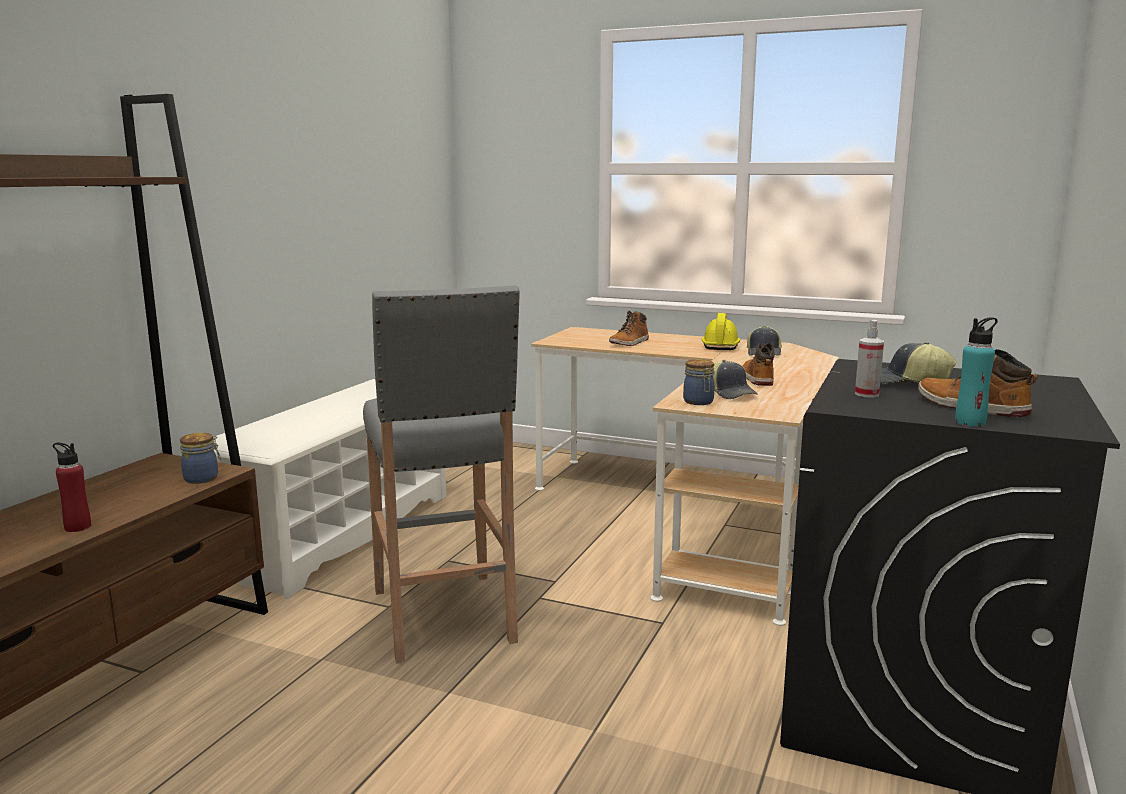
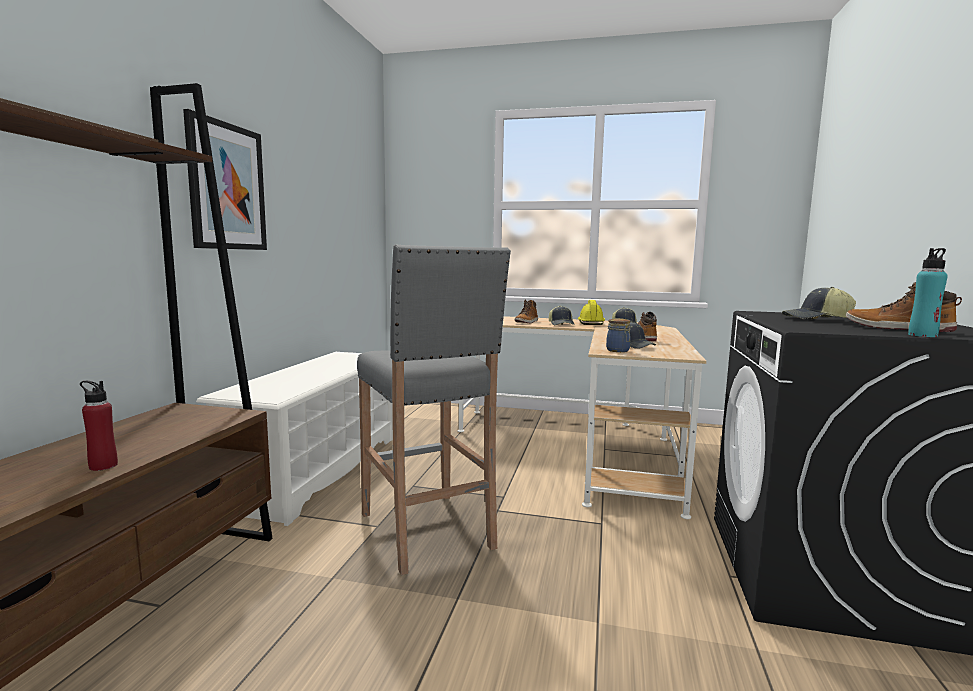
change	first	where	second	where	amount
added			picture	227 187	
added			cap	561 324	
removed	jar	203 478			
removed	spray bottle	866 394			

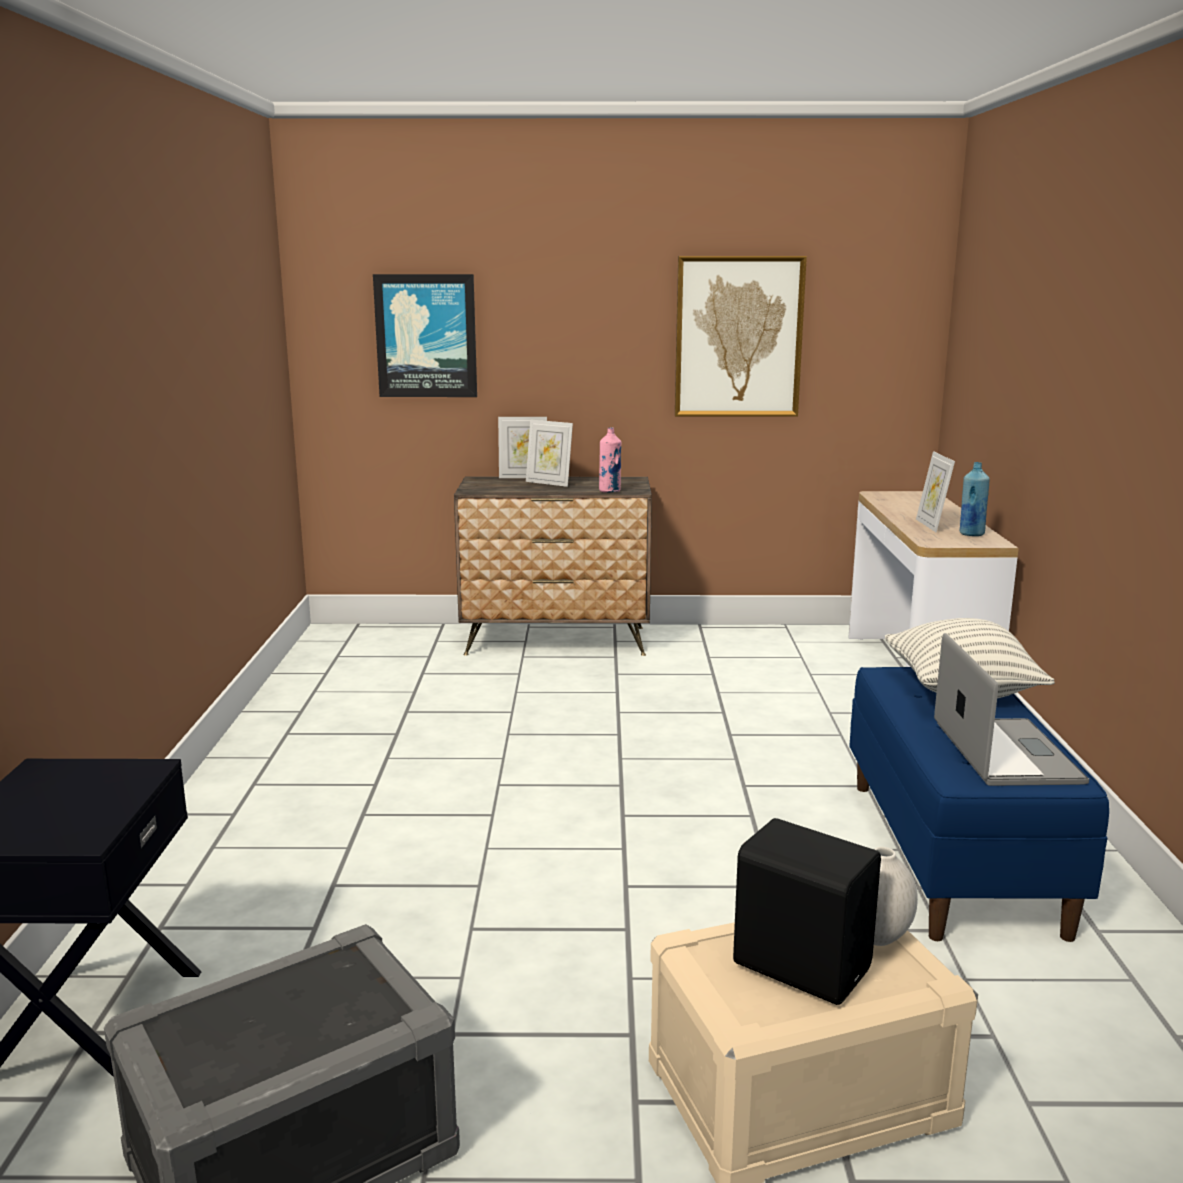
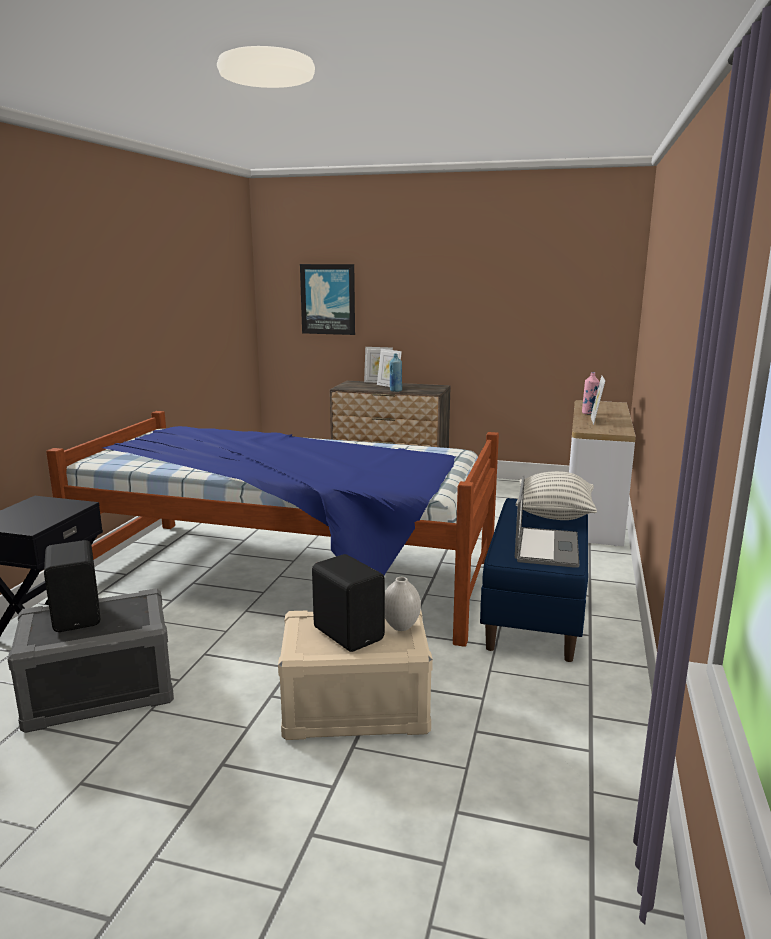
change	first	where	second	where	amount
added			speaker in black	79 615	
added			bed	288 576	
moved	bottle in blue	971 534		395 390	
moved	bottle in pink	610 491		589 413	
removed	picture	738 337			

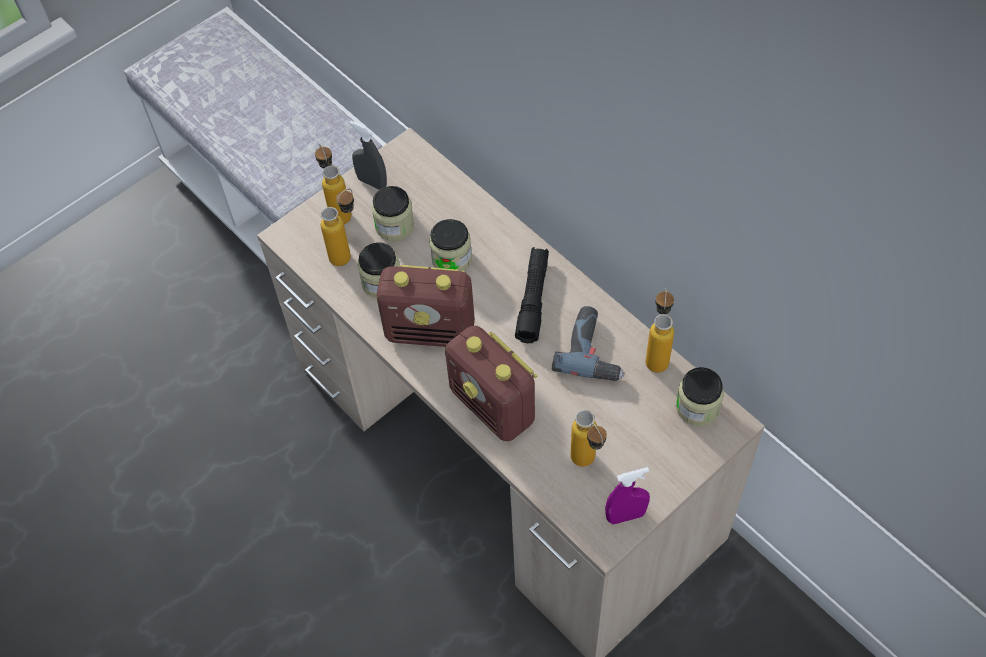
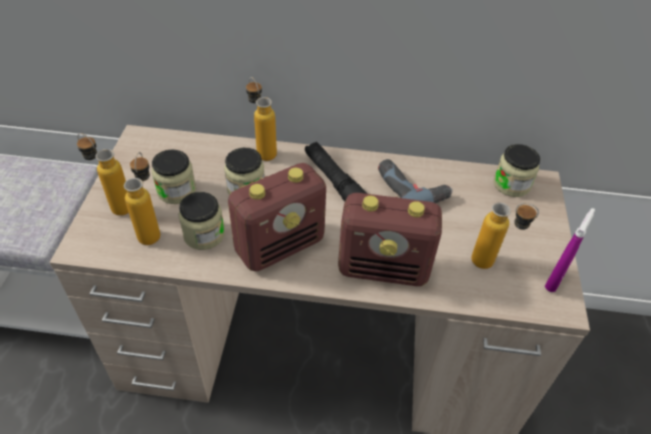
change	first	where	second	where	amount
moved	bottle	657 354		262 150	
removed	spray bottle in grey	372 182			

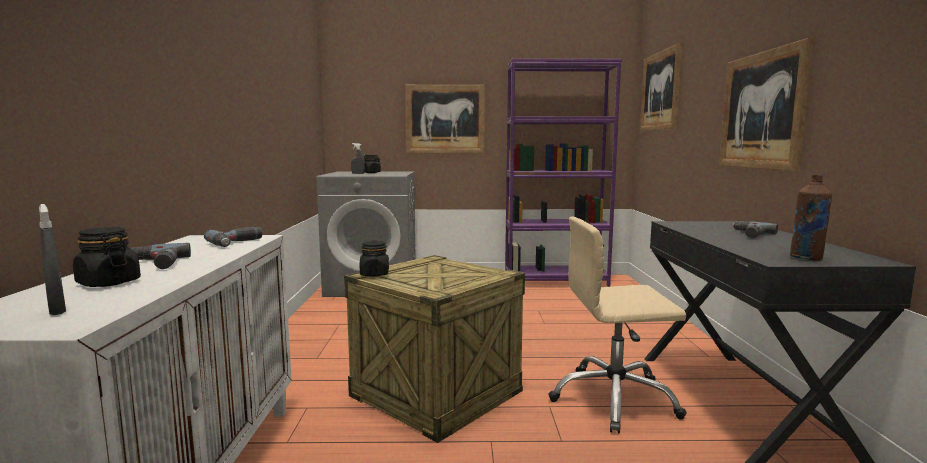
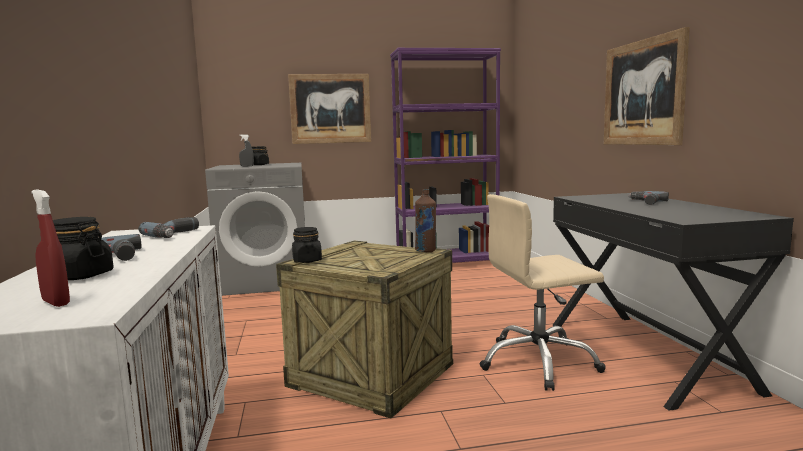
change	first	where	second	where	amount
recoloured	spray bottle in grey	57 310	spray bottle in red	56 302	
moved	bottle in brown	806 258		426 251	
removed	picture	660 91			

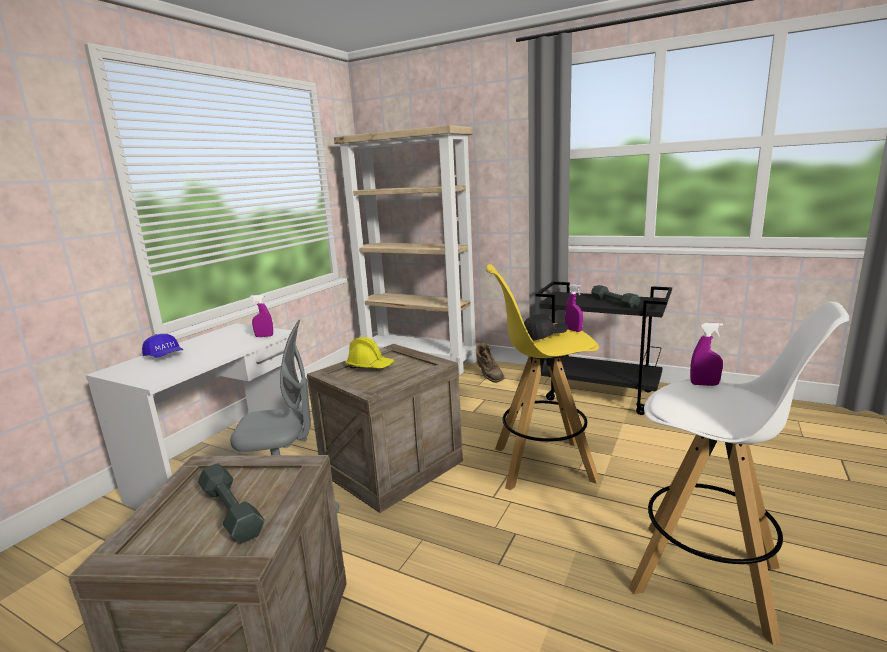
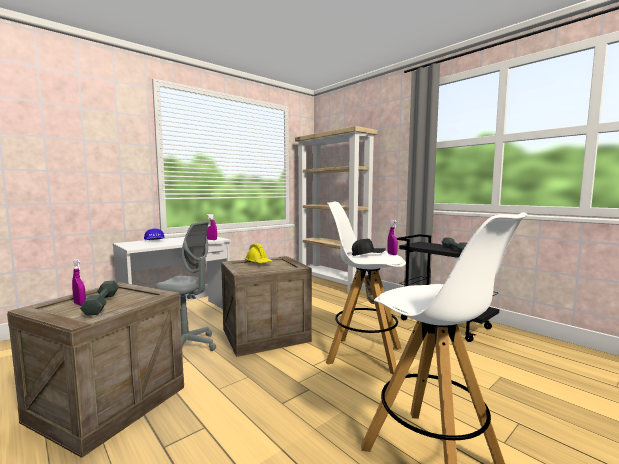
change	first	where	second	where	amount
moved	spray bottle in purple	704 384		80 304	
recoloured	stool in yellow	542 464	stool in white	363 355	

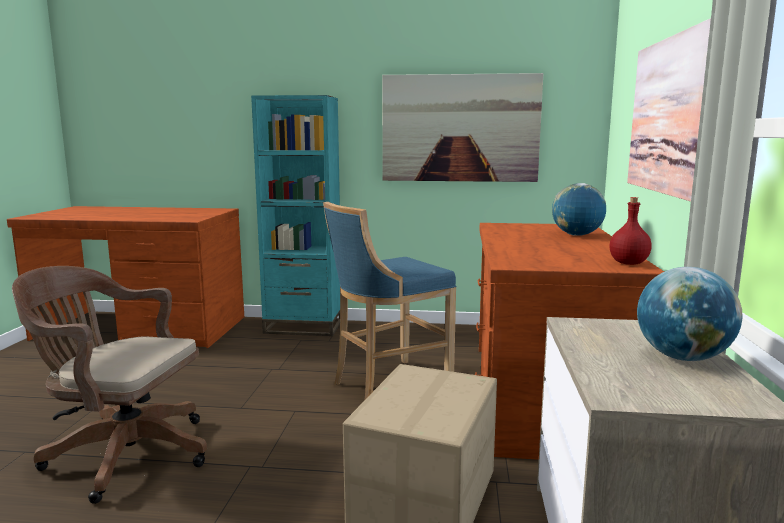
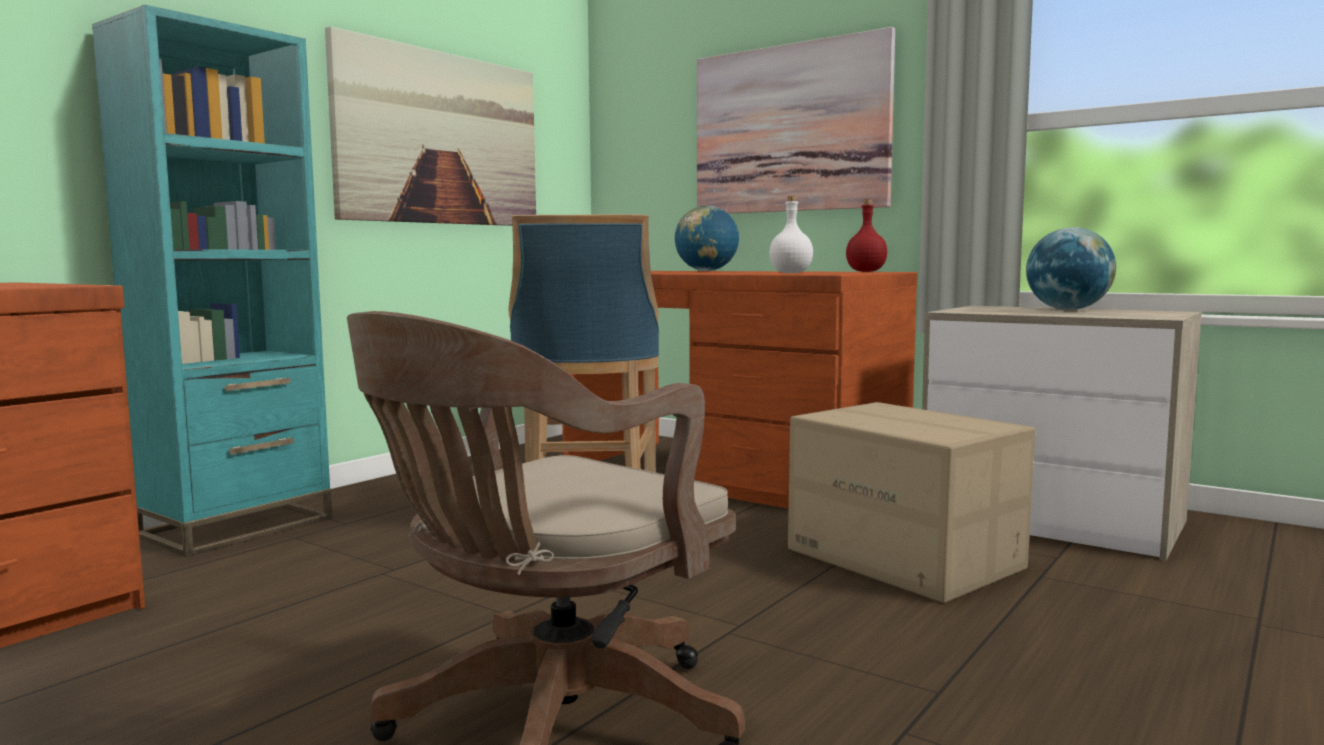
change	first	where	second	where	amount
added			bottle in white	791 273	

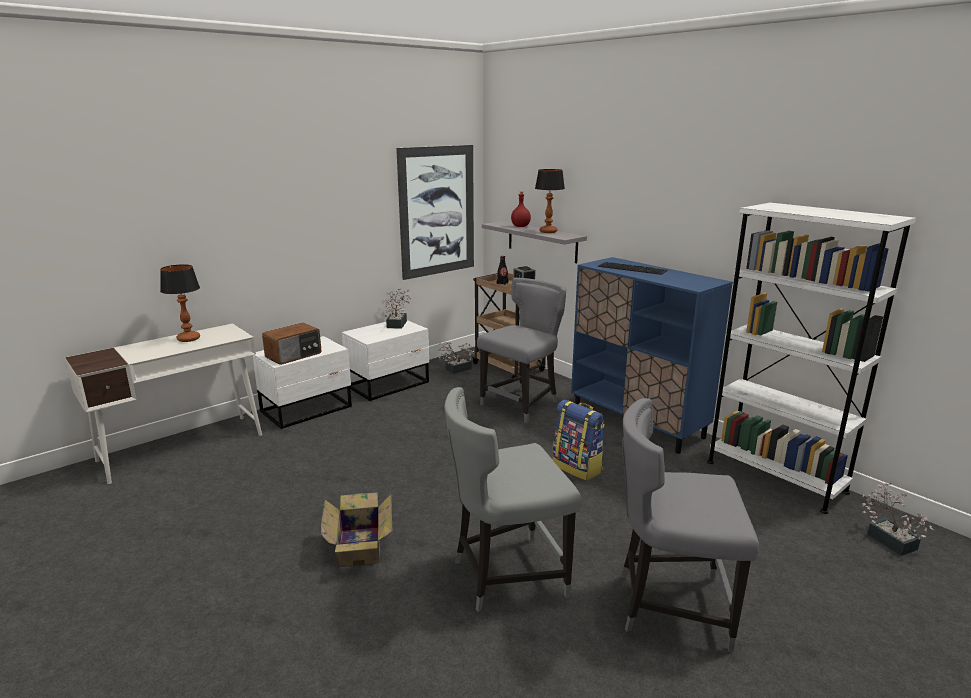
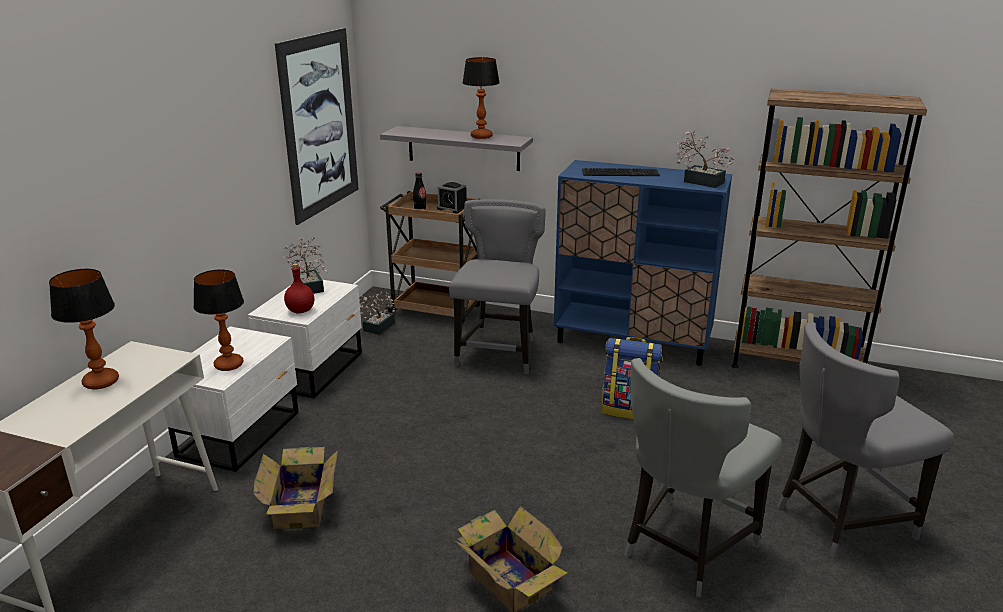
change	first	where	second	where	amount
replaced	radio	294 355	table lamp	228 365	
added			cardboard box	302 505	
moved	bottle in red	520 226		300 311	
moved	potted plant	887 538		699 181	
recoloured	bookcase in white	775 477	bookcase in brown	796 364	

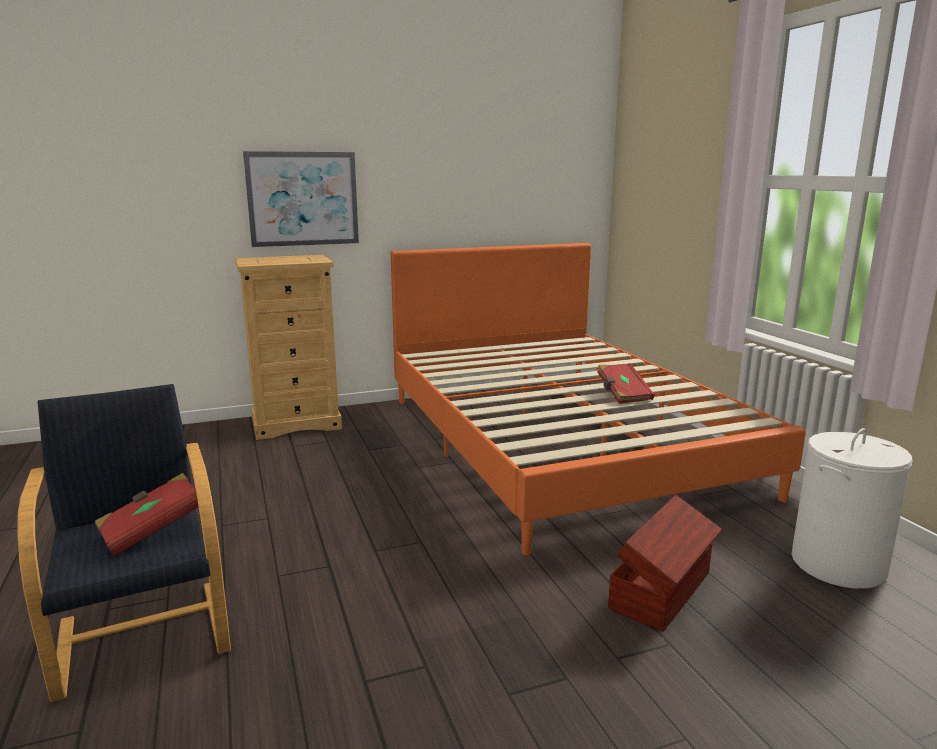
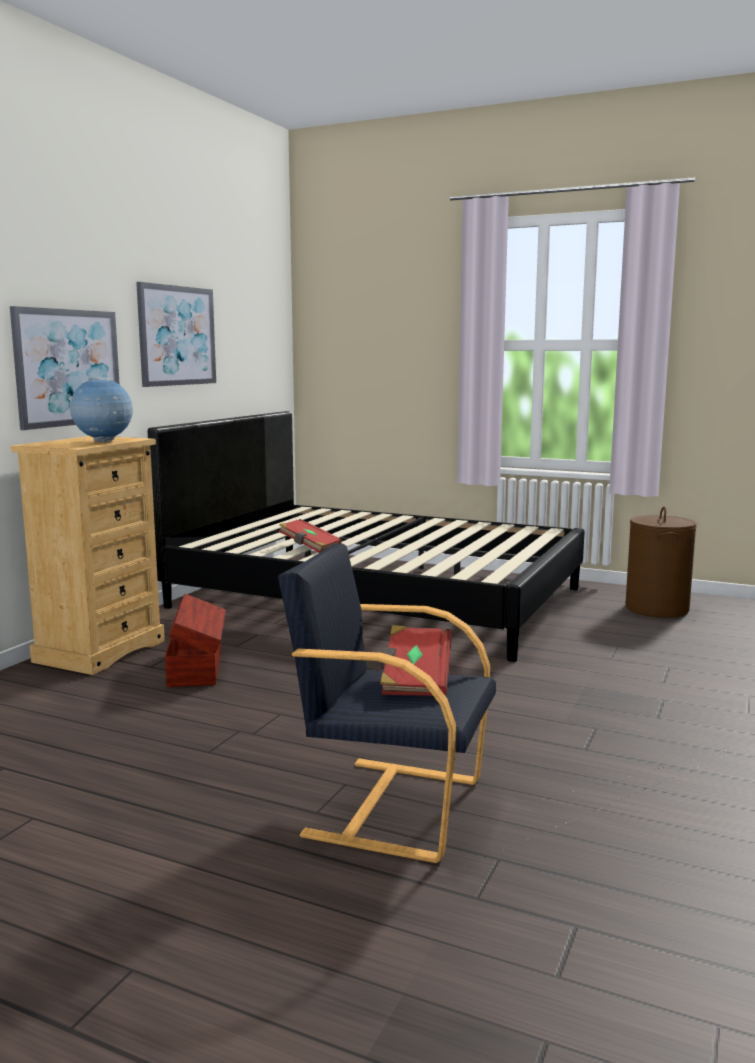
change	first	where	second	where	amount
added			globe	103 442	
added			picture	177 336	
recoloured	bed in orange	559 442	bed in black	377 597	
moved	storage box in brown	663 590		197 667	
moved	book in red	623 394		309 547	
recoloured	laundry basket in white	838 564	laundry basket in brown	656 608	

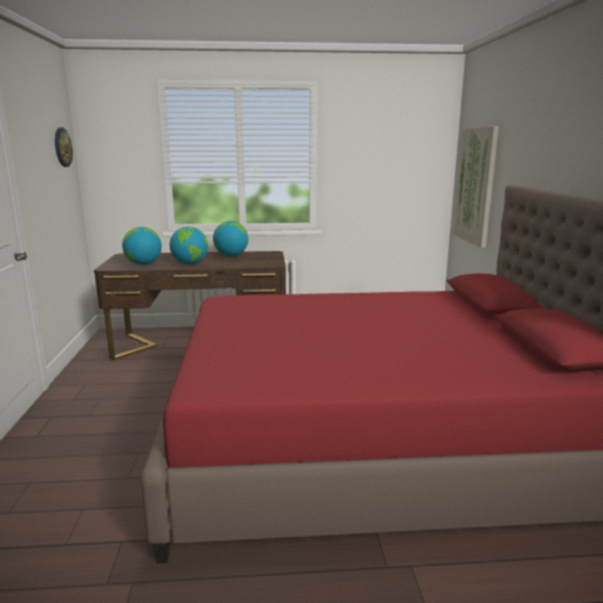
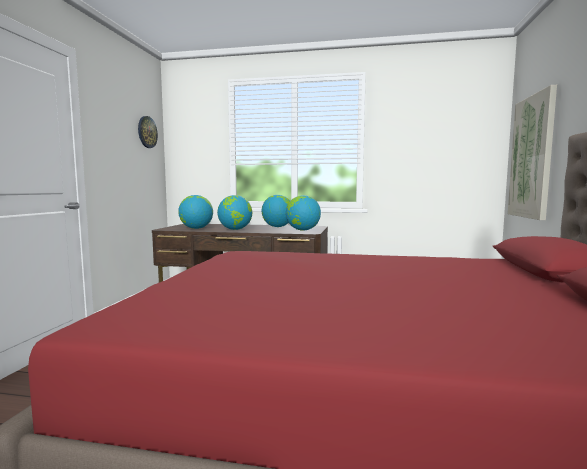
change	first	where	second	where	amount
added			globe	303 230	

